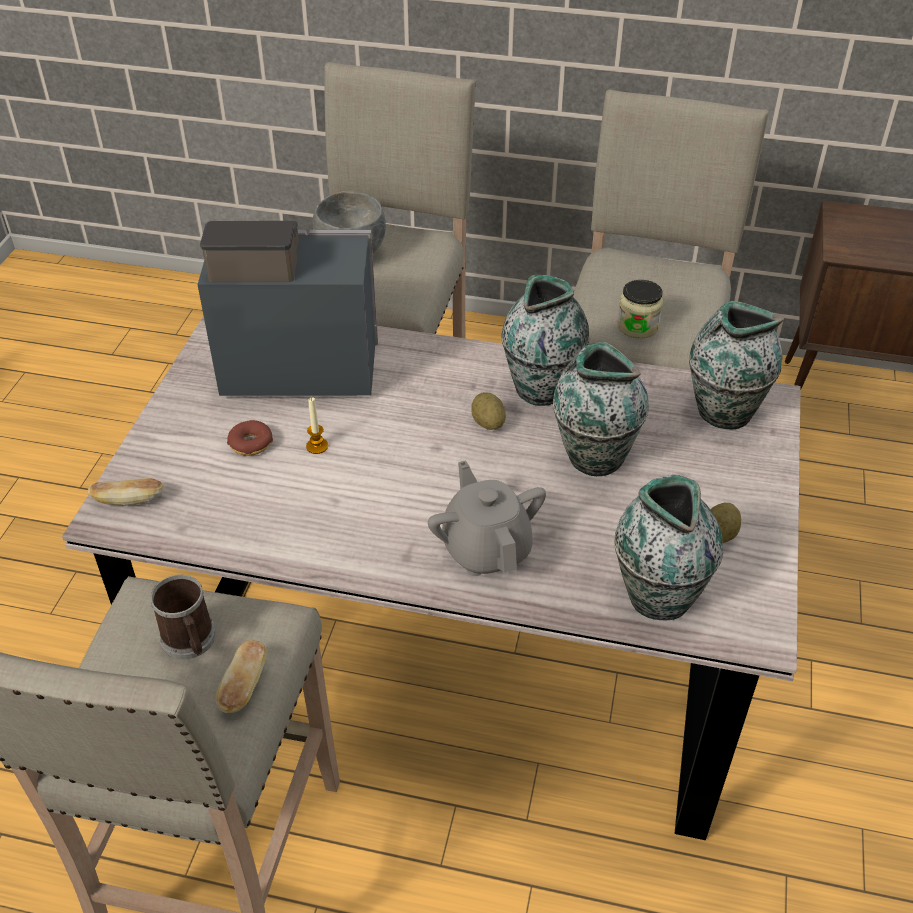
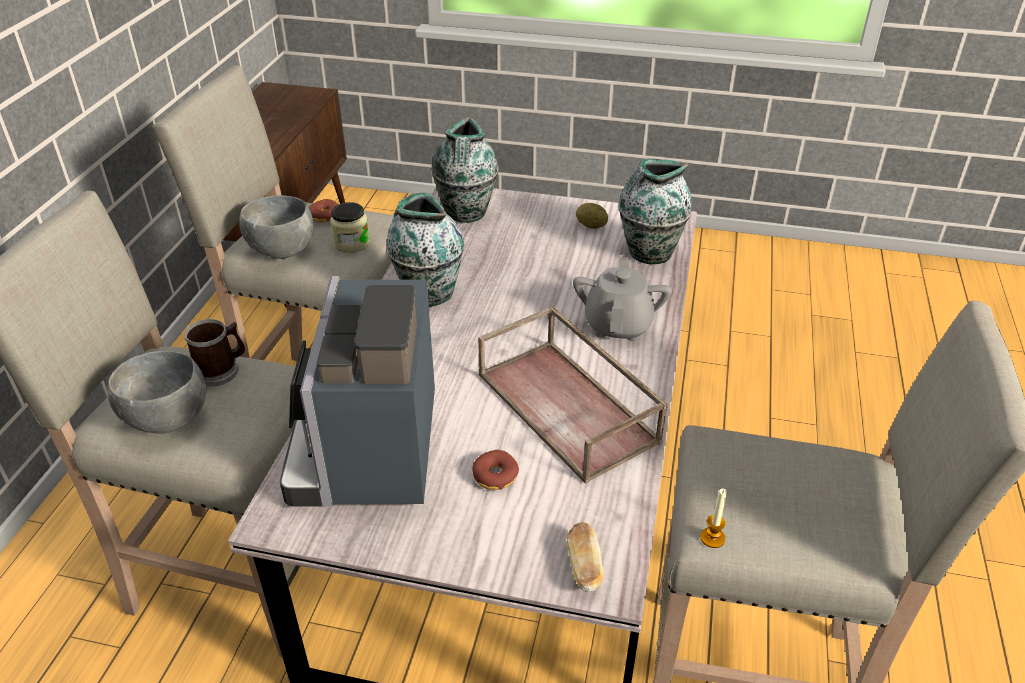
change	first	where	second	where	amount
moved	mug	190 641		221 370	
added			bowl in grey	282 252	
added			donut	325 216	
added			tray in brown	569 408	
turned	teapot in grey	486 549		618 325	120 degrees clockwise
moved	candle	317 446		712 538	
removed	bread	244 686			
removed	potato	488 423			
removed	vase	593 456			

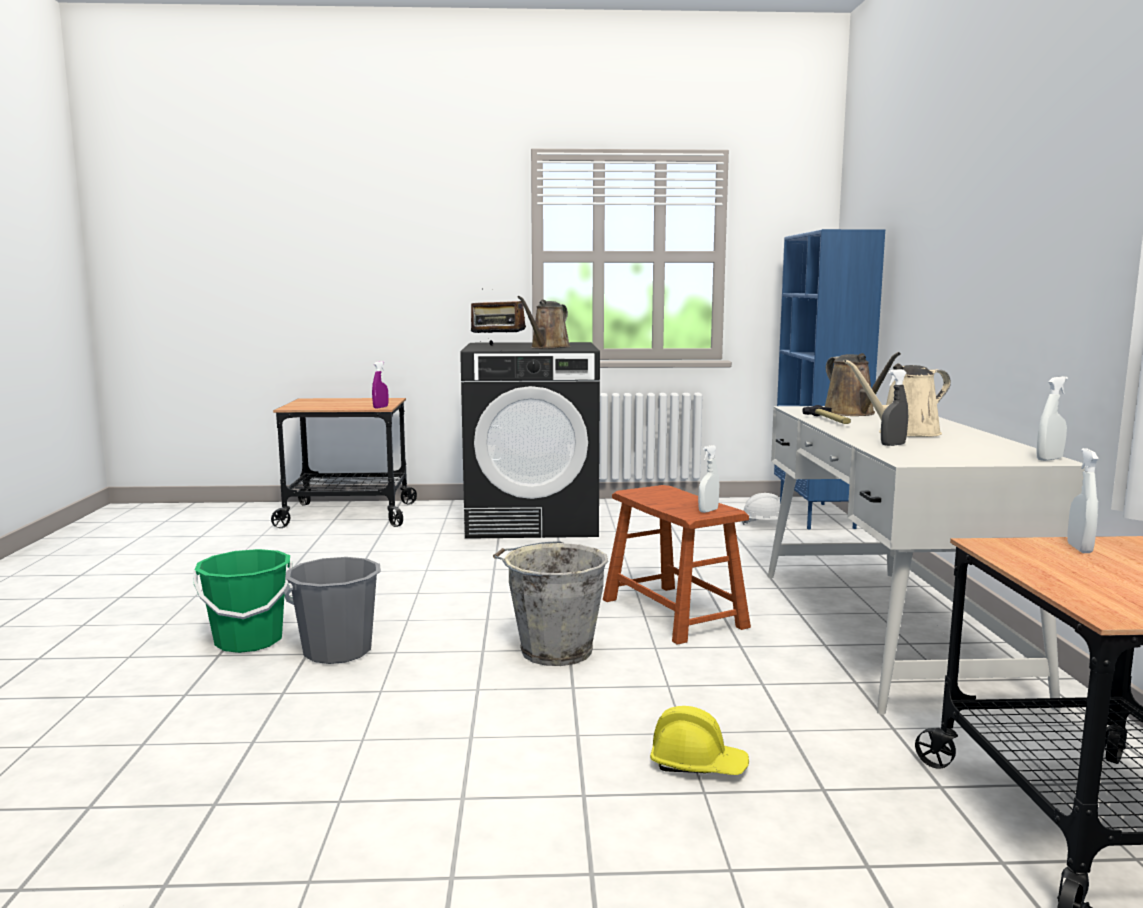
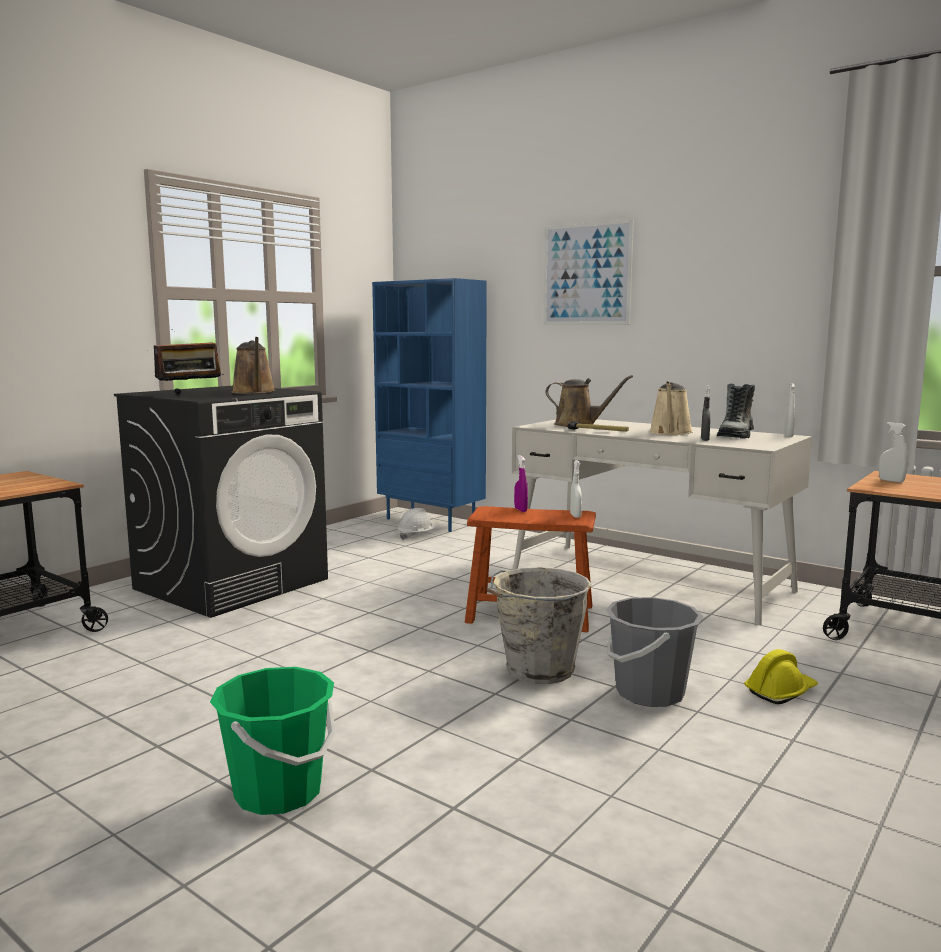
change	first	where	second	where	amount
moved	spray bottle in purple	380 407		520 510	
added			picture	586 274	
moved	bucket in grey	337 651		649 693	
added			boot	736 435	

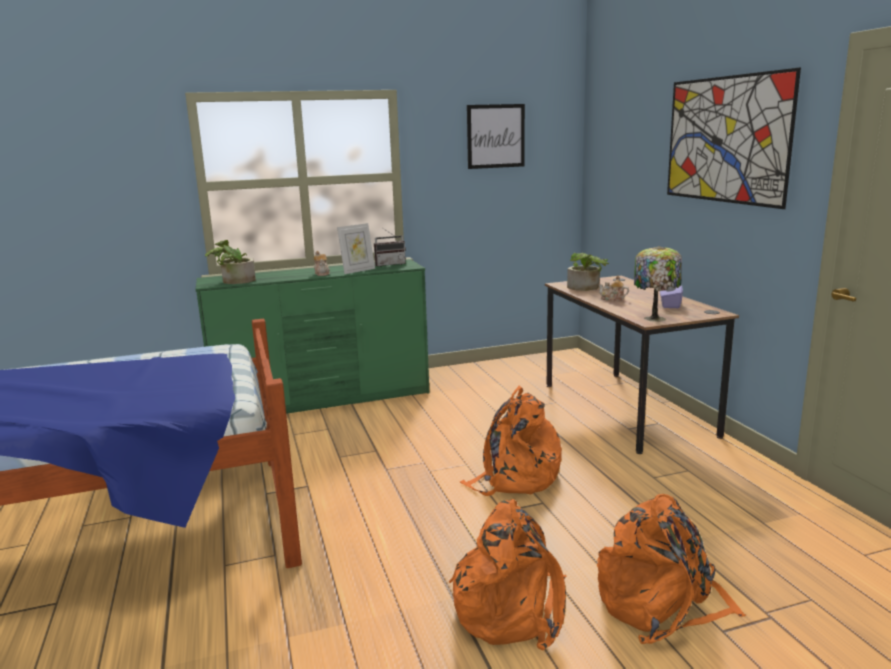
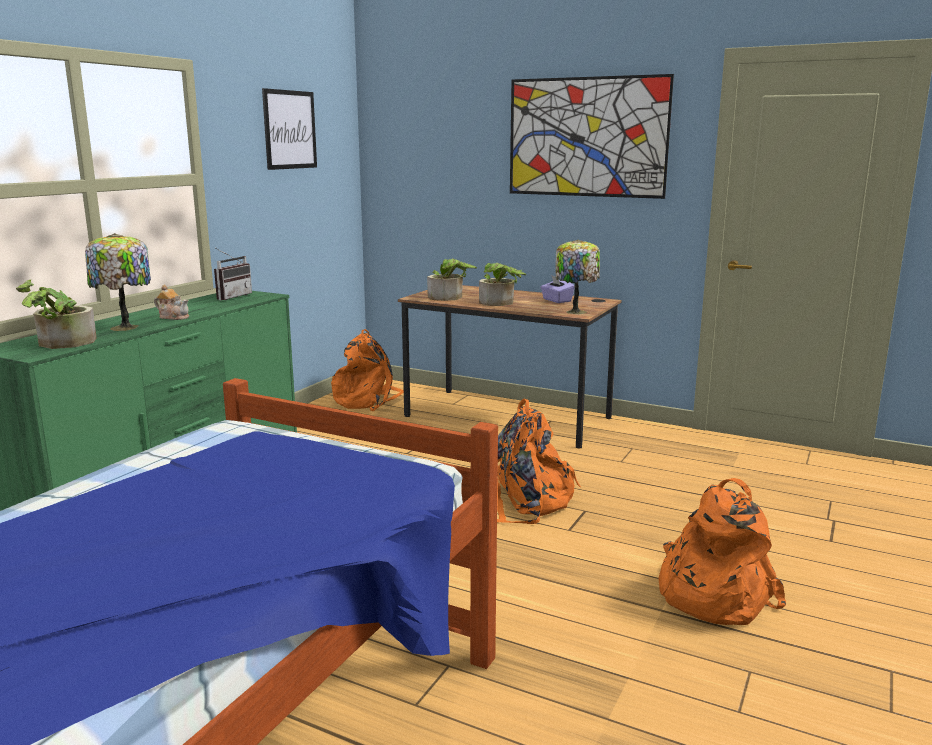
change	first	where	second	where	amount
added			table lamp	125 328	
moved	backpack in orange	661 605		368 400	
replaced	teapot	612 299	potted plant	500 303	
removed	picture frame	358 271			

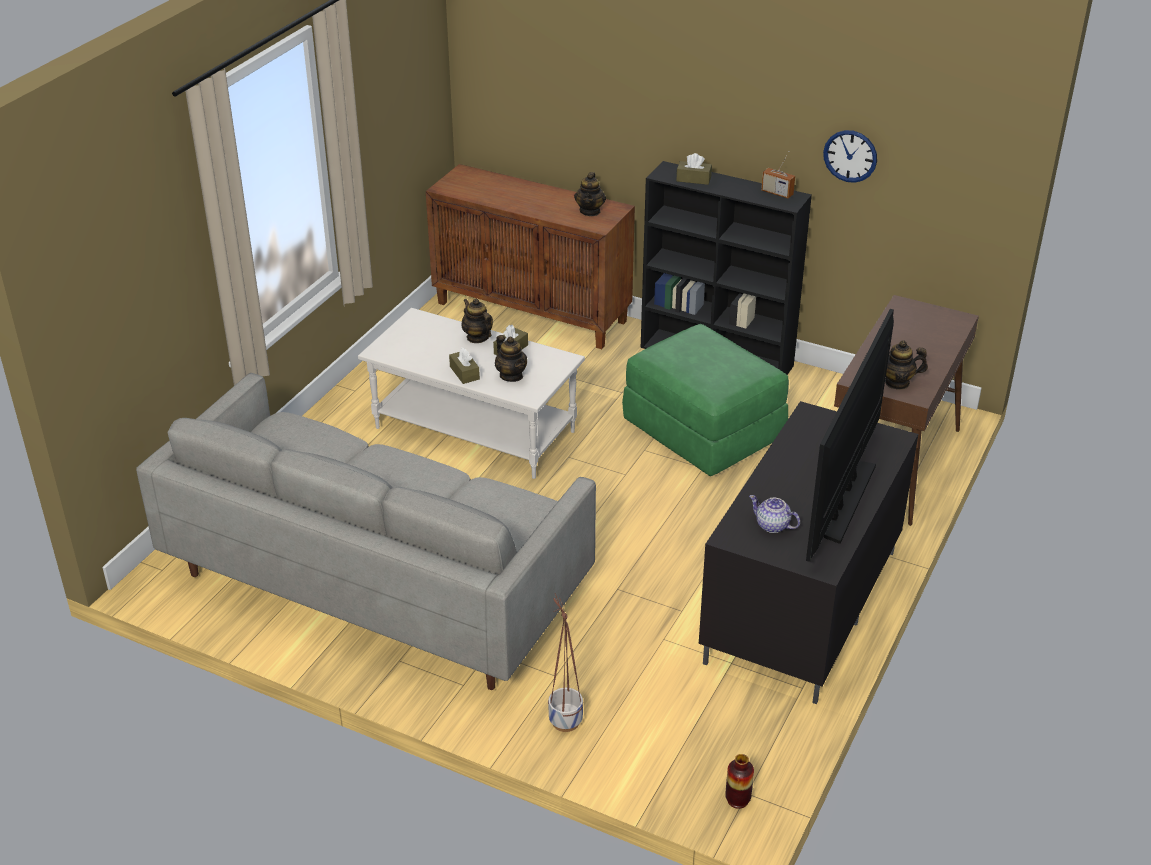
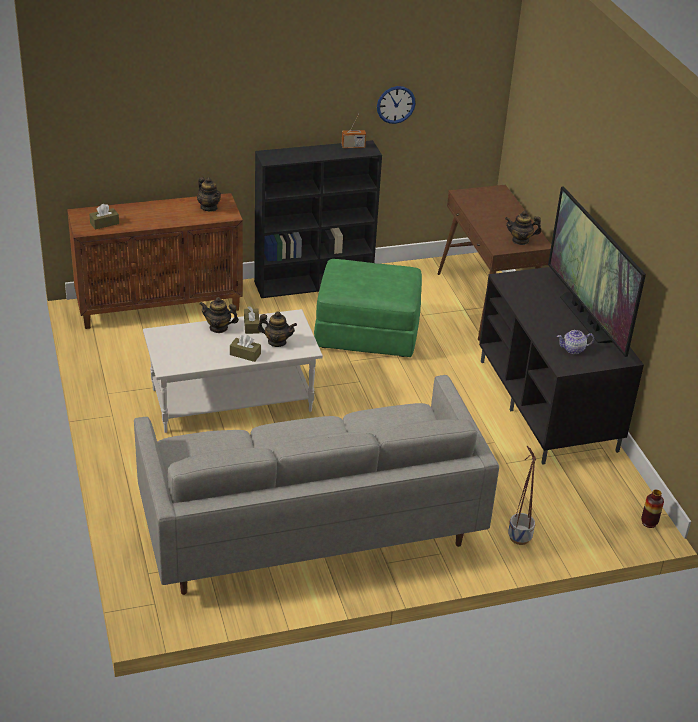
change	first	where	second	where	amount
moved	tissue box in brown	693 179		104 223	
turned	teapot	897 382		520 240	45 degrees clockwise

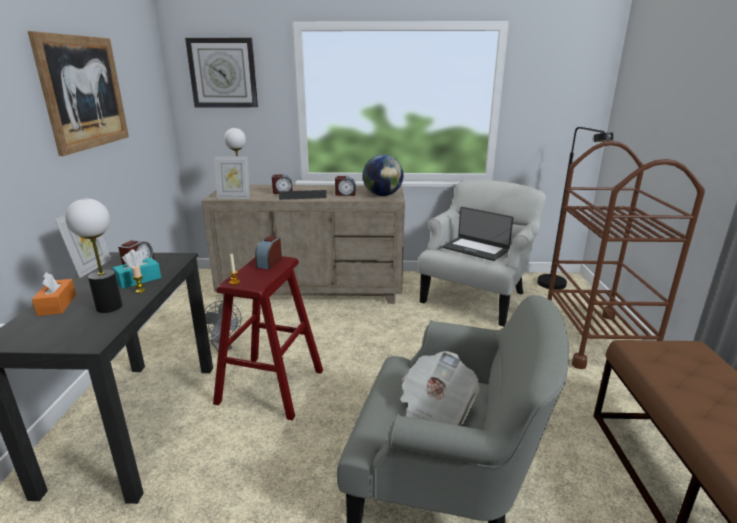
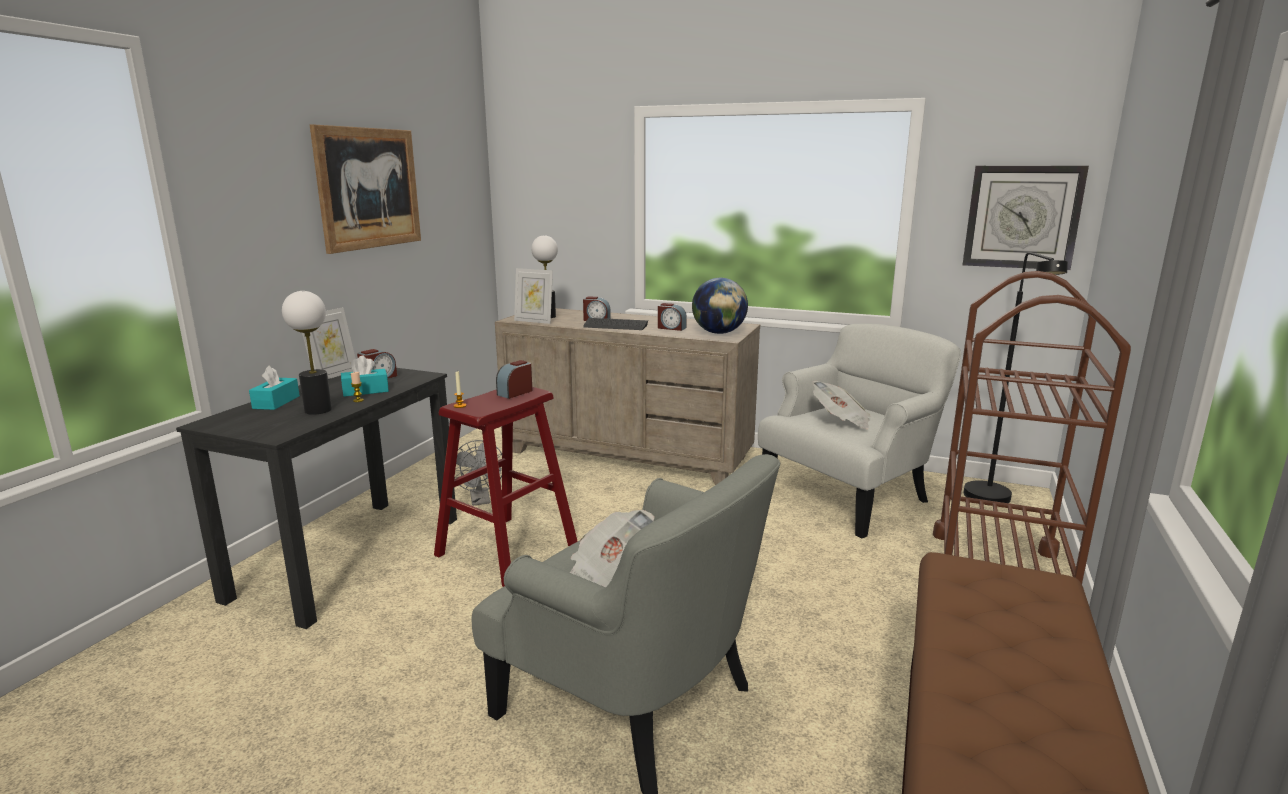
change	first	where	second	where	amount
recoloured	tissue box in orange	57 305	tissue box in turquoise	276 402	
replaced	laptop	476 249	newspaper	841 420	
moved	wall clock	223 73		1022 217	

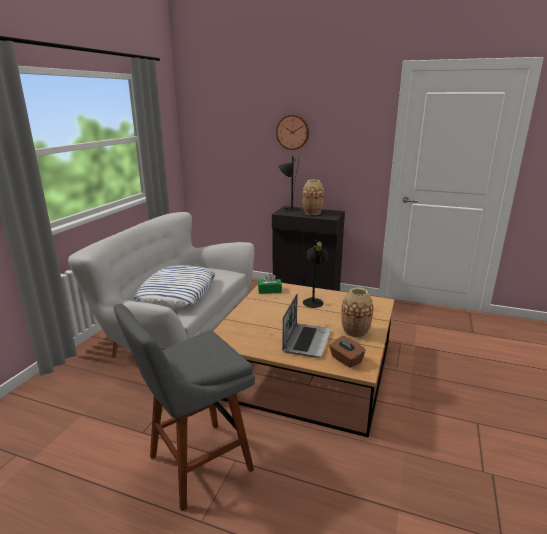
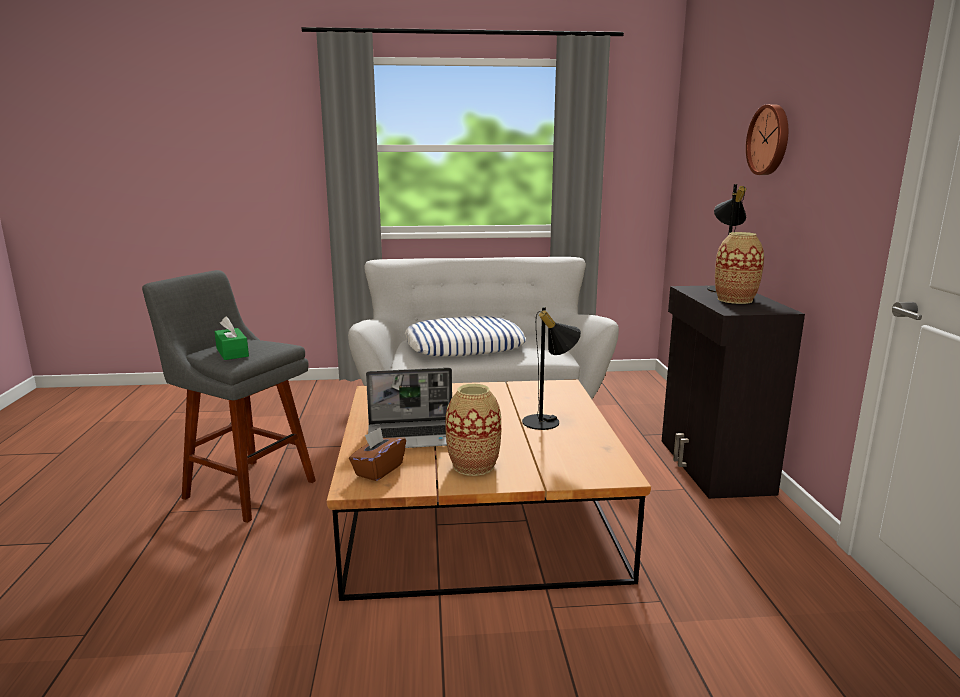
change	first	where	second	where	amount
moved	tissue box in green	269 290		232 352	

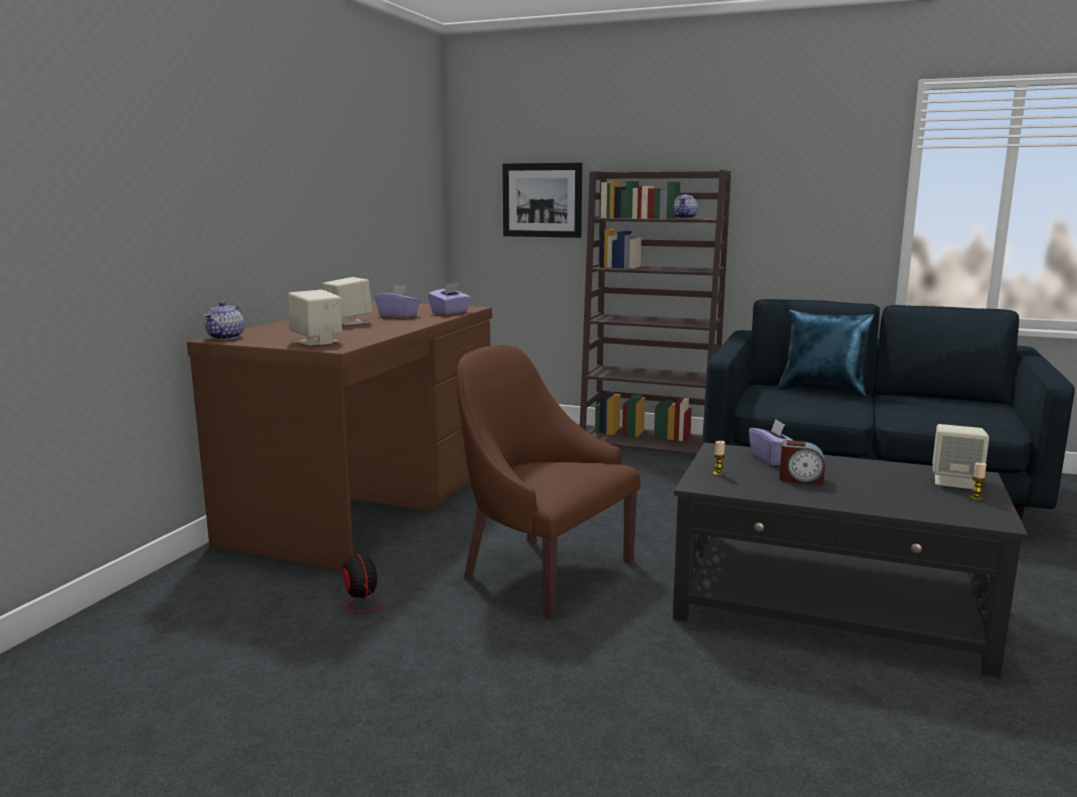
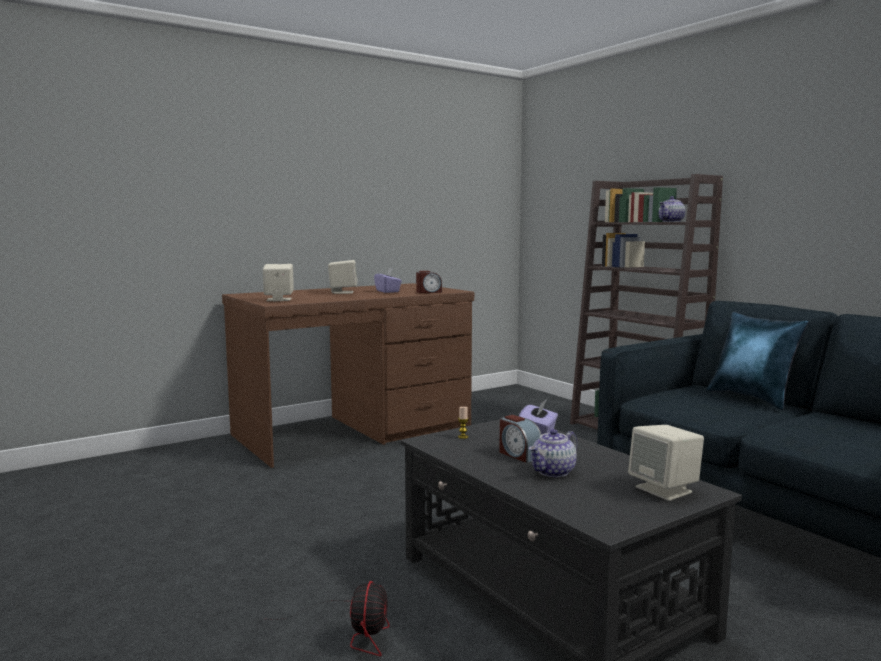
change	first	where	second	where	amount
moved	fan	339 602		354 630	
replaced	tissue box in purple	450 312	alarm clock	428 292	
moved	teapot	226 337		553 472	
removed	armchair in brown	542 571			
removed	picture	542 200			
removed	candle	976 498			

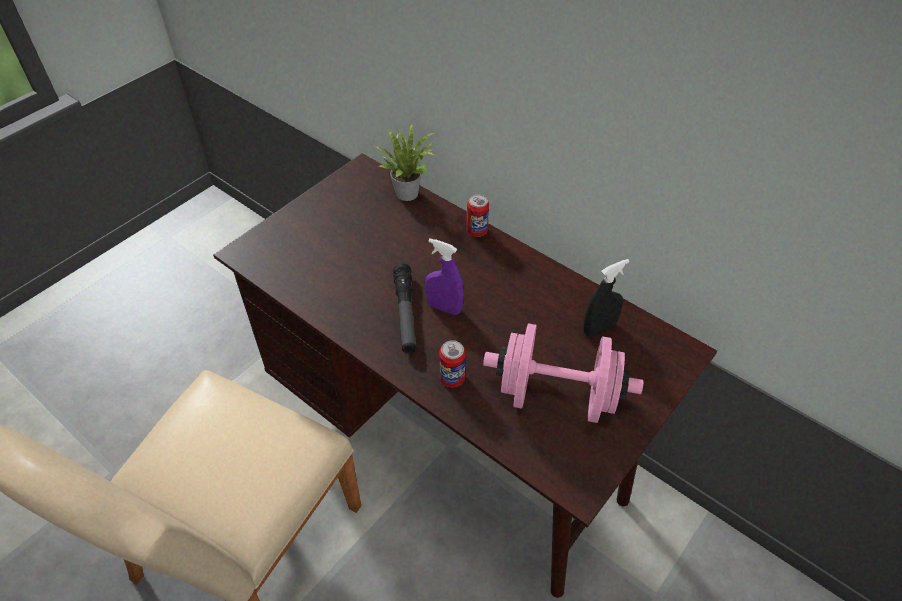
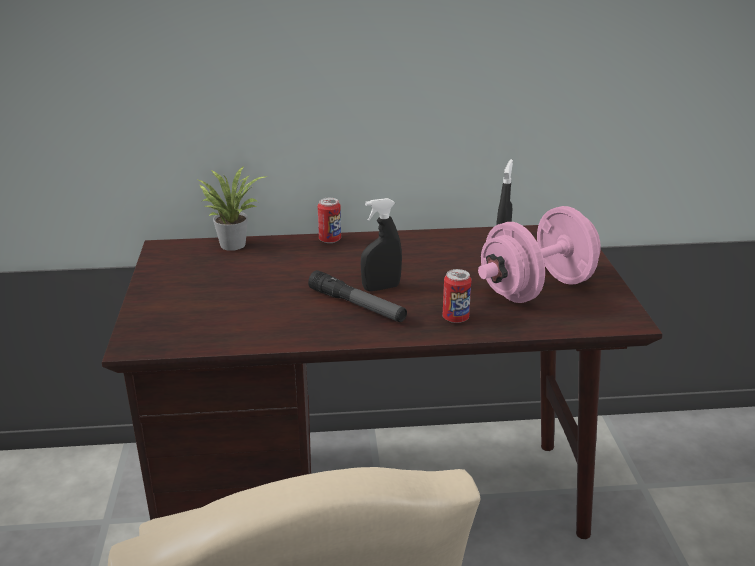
change	first	where	second	where	amount
recoloured	spray bottle in purple	444 308	spray bottle in black	381 288	

